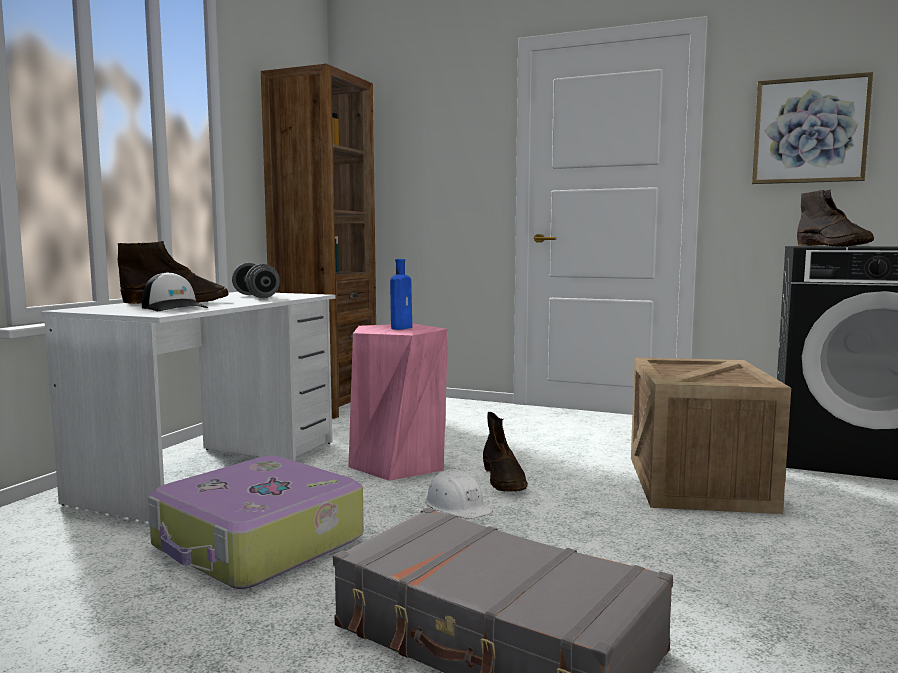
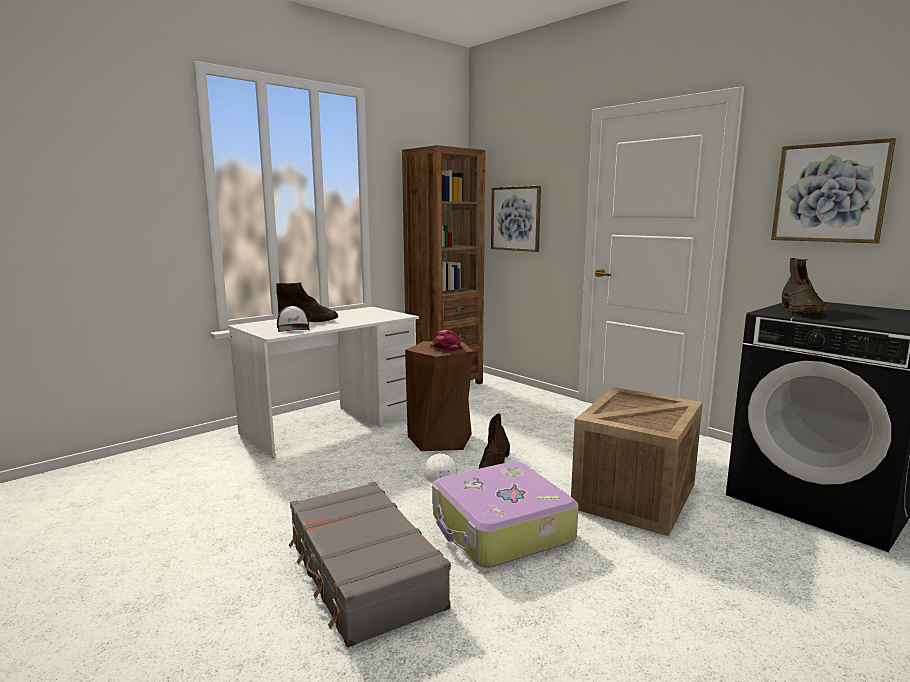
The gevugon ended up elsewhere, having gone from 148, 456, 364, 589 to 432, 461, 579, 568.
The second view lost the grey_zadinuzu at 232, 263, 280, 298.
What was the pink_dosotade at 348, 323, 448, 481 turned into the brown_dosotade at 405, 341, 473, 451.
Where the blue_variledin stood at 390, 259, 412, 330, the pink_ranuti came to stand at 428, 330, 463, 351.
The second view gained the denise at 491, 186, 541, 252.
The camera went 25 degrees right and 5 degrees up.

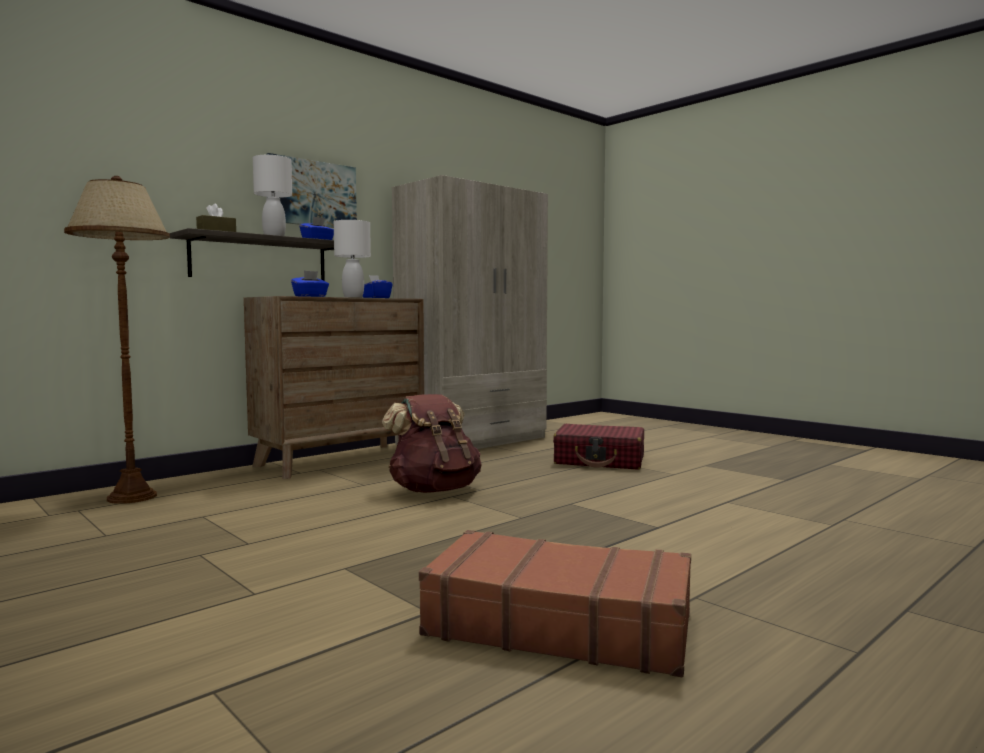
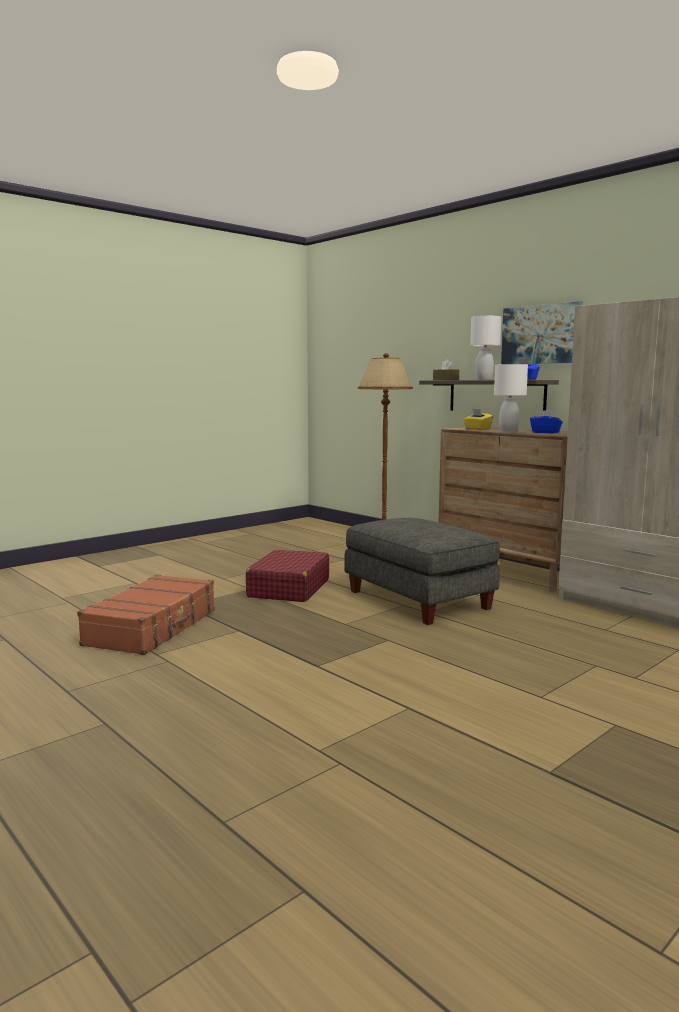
What was the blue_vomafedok at 291, 271, 329, 297 turned into the yellow_vomafedok at 463, 409, 493, 430.
Where the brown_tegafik stood at 382, 394, 481, 493, the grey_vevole came to stand at 344, 518, 500, 625.
The red_gevugon ended up elsewhere, having gone from 553, 424, 644, 470 to 246, 550, 329, 602.
The camera went 90 degrees right and 5 degrees up.

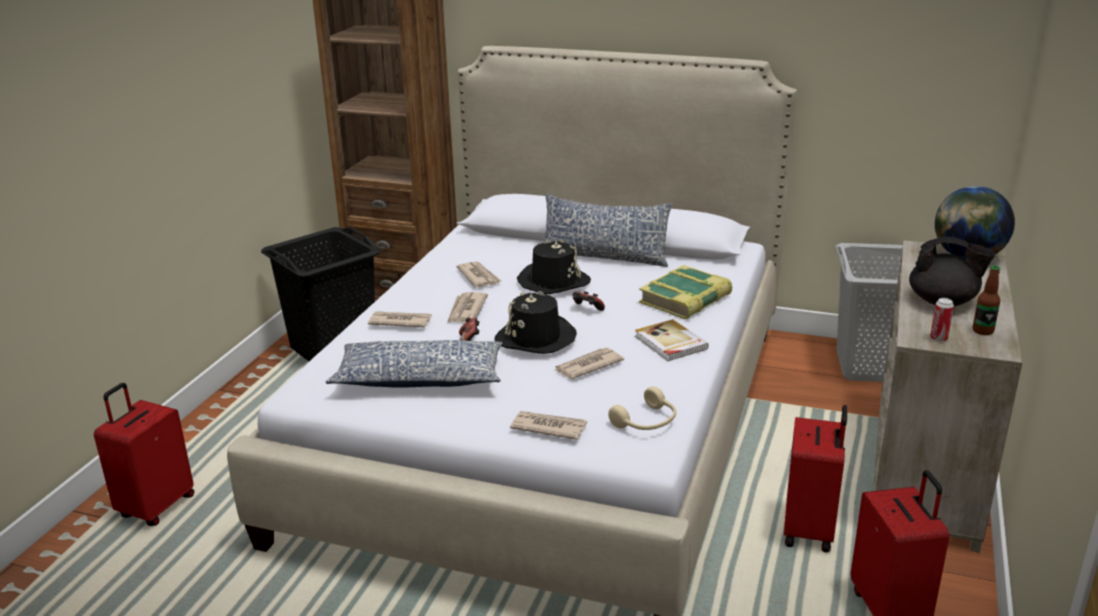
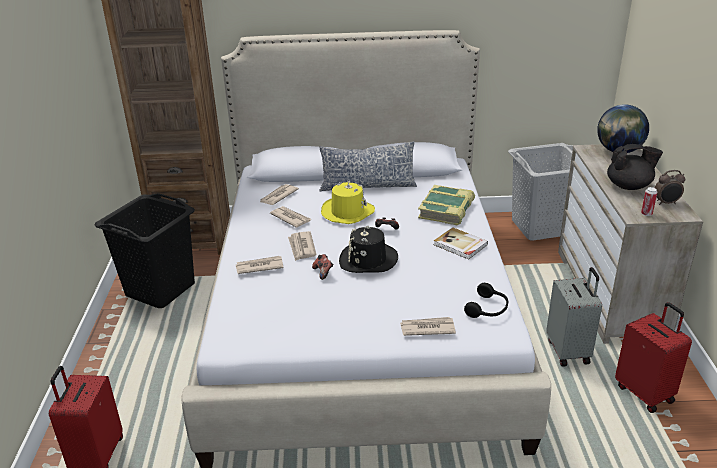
The second view lost the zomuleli at 326, 340, 502, 388.
What was the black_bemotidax at 517, 239, 591, 294 turned into the yellow_bemotidax at 321, 181, 375, 224.
The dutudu ended up elsewhere, having gone from 555, 348, 624, 379 to 260, 184, 299, 205.
What was the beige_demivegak at 608, 387, 676, 430 turned into the black_demivegak at 464, 283, 508, 318.
What was the red_gevugon at 784, 405, 847, 553 turned into the grey_gevugon at 546, 267, 602, 367.
Where the variledin stood at 973, 266, 1000, 335, the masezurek came to stand at 655, 170, 685, 205.
The camera went 20 degrees left and 5 degrees up.

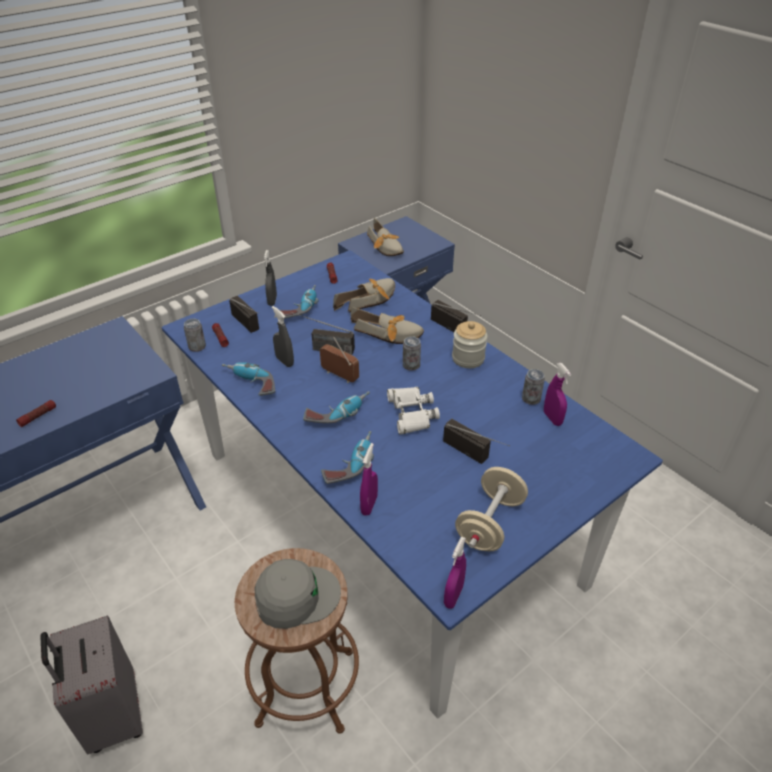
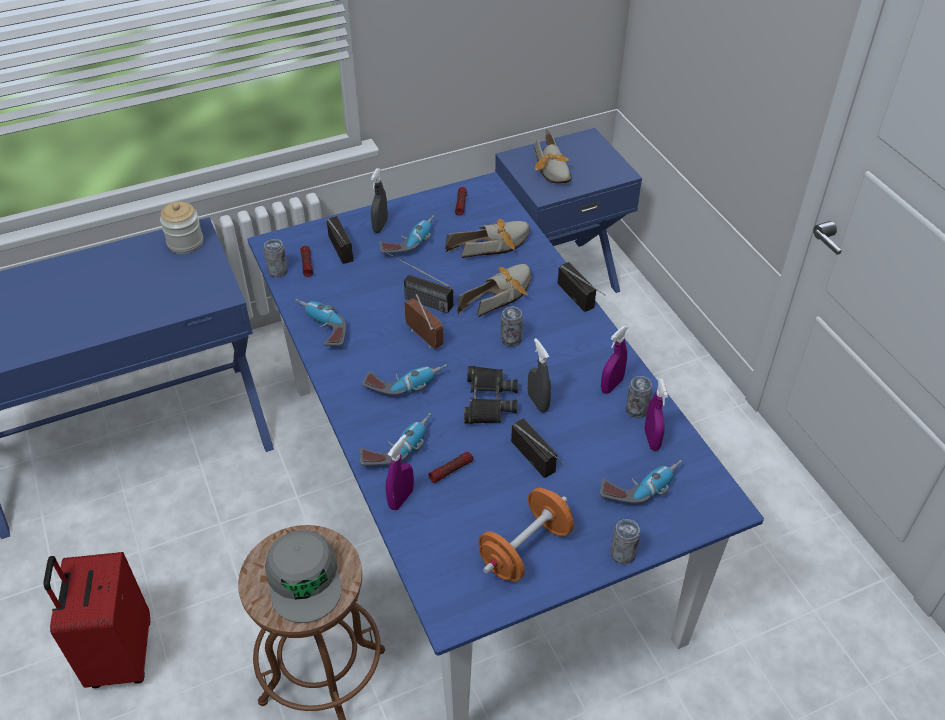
The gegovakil ended up elsewhere, having gone from 16, 400, 56, 427 to 429, 452, 473, 483.
What was the grey_gevugon at 40, 615, 143, 755 turned into the red_gevugon at 44, 552, 150, 688.
The grey_ranuti at 254, 559, 341, 629 ended up facing another way, 75 degrees clockwise from before.
The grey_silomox ended up elsewhere, having gone from 272, 306, 294, 367 to 528, 338, 551, 413.
The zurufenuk at 350, 307, 424, 344 ended up facing another way, 75 degrees counterclockwise from before.
What was the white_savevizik at 387, 387, 440, 434 turned into the black_savevizik at 464, 366, 518, 424.
The purple_silomox ended up elsewhere, having gone from 444, 537, 466, 609 to 601, 326, 628, 394.
The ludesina ended up elsewhere, having gone from 452, 321, 488, 368 to 160, 202, 203, 254.
What was the beige_zadinuzu at 455, 467, 528, 551 turned into the orange_zadinuzu at 478, 488, 574, 582.
The second view gained the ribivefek at 600, 460, 682, 503.
The second view gained the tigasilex at 610, 519, 640, 564.
The camera went 15 degrees right and 5 degrees up.

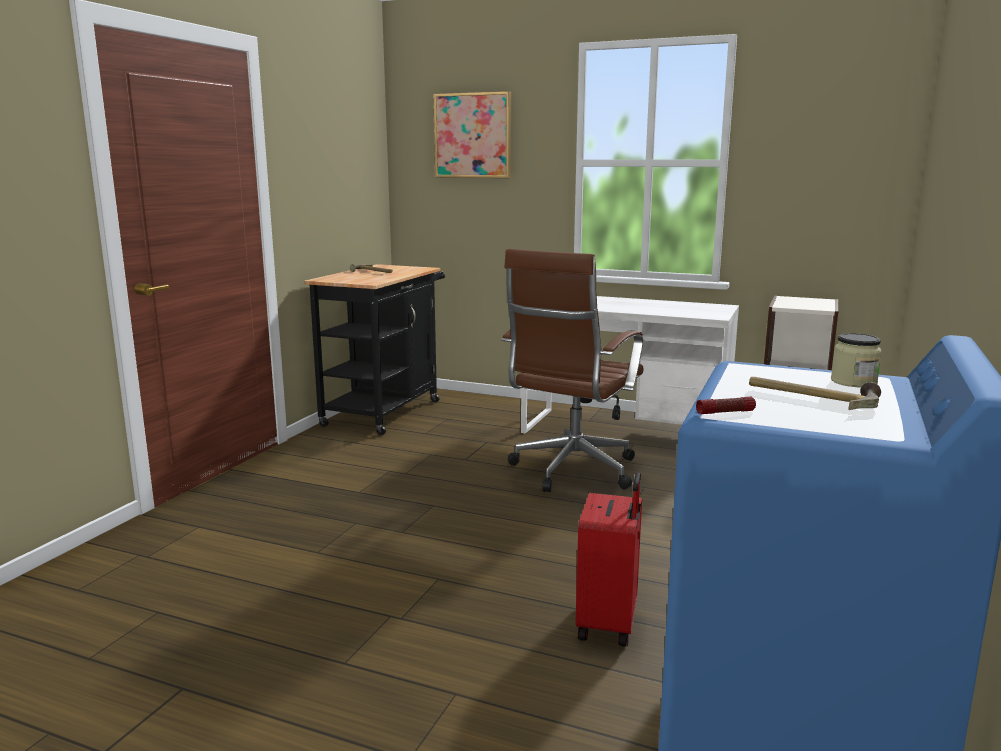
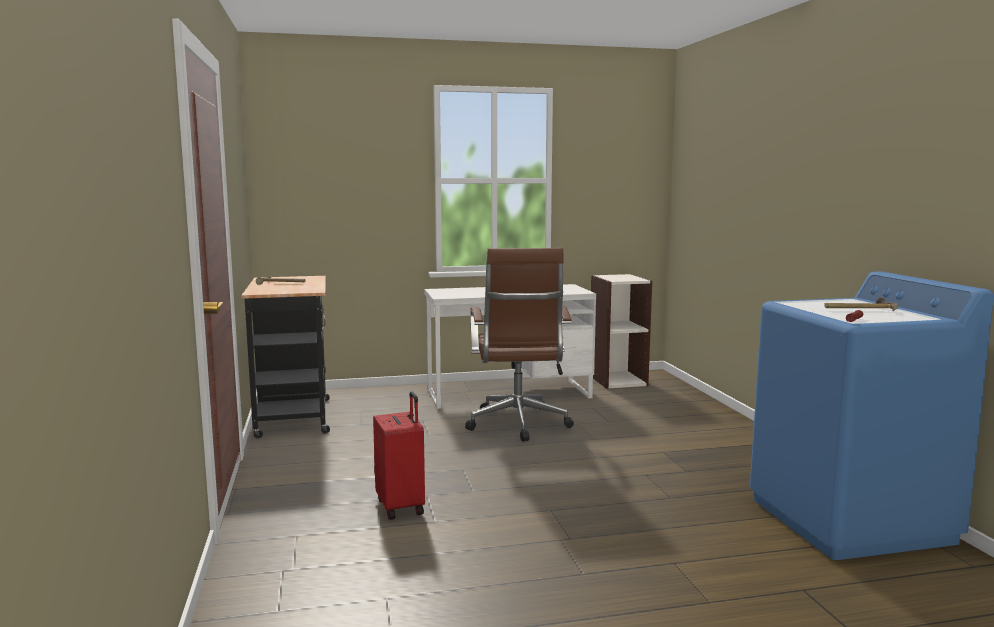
The second view lost the denise at 433, 91, 511, 178.
The red_gevugon ended up elsewhere, having gone from 576, 472, 642, 647 to 373, 392, 425, 520.
The second view lost the ludesina at 831, 333, 882, 388.
The camera went 35 degrees left and 5 degrees down.

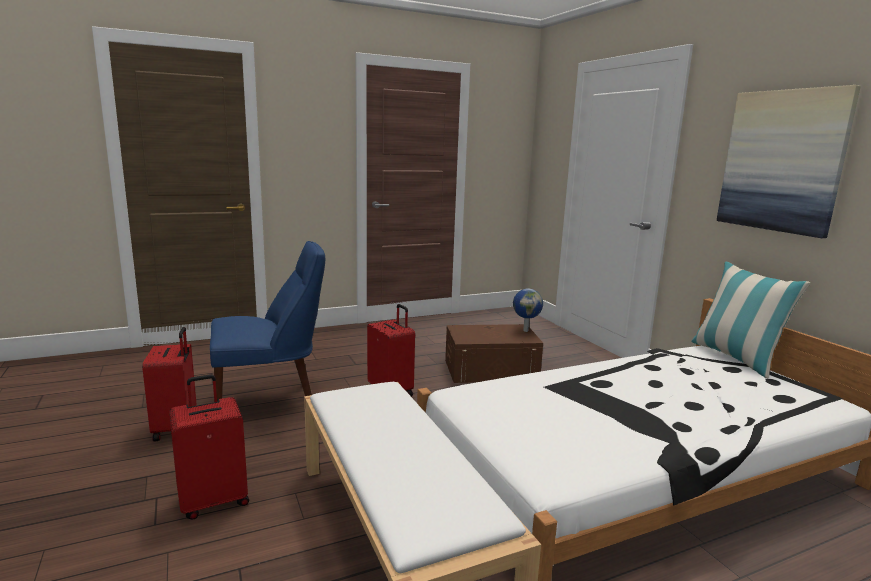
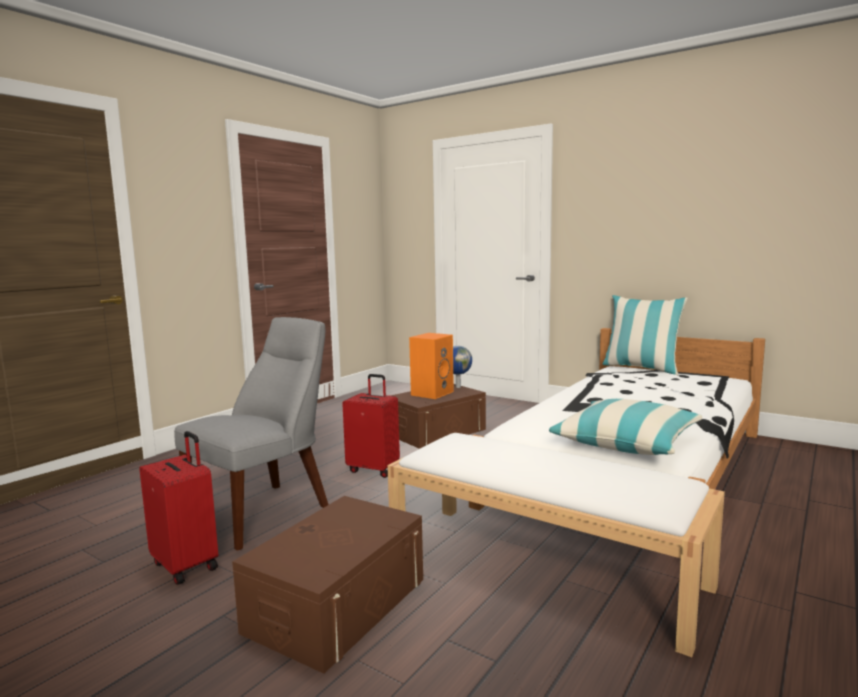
Where the red_gevugon stood at 169, 374, 249, 520, the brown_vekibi came to stand at 232, 496, 423, 674.
What was the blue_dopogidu at 210, 241, 325, 402 turned into the grey_dopogidu at 174, 317, 329, 551.
The second view lost the denise at 717, 85, 861, 238.
The second view gained the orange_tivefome at 409, 333, 454, 399.
The second view gained the zomuleli at 549, 399, 702, 455.
The camera went 30 degrees left and 5 degrees down.

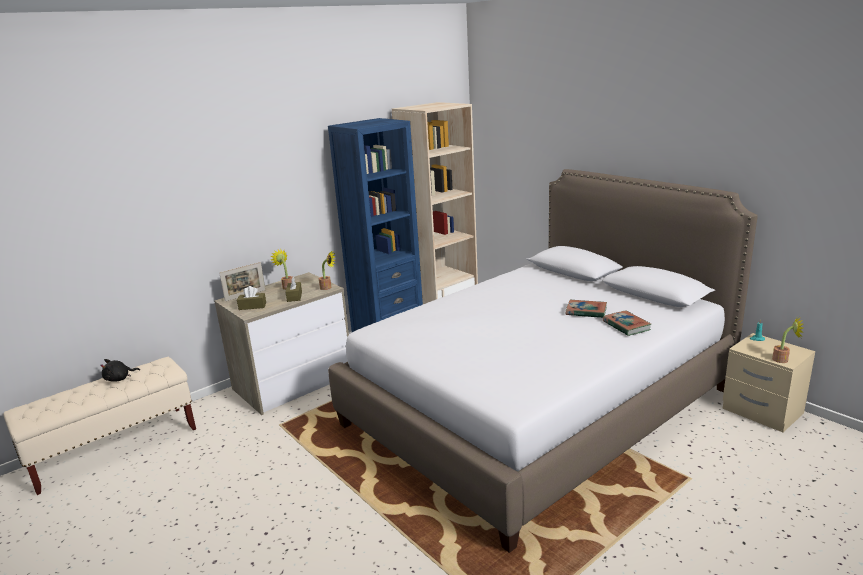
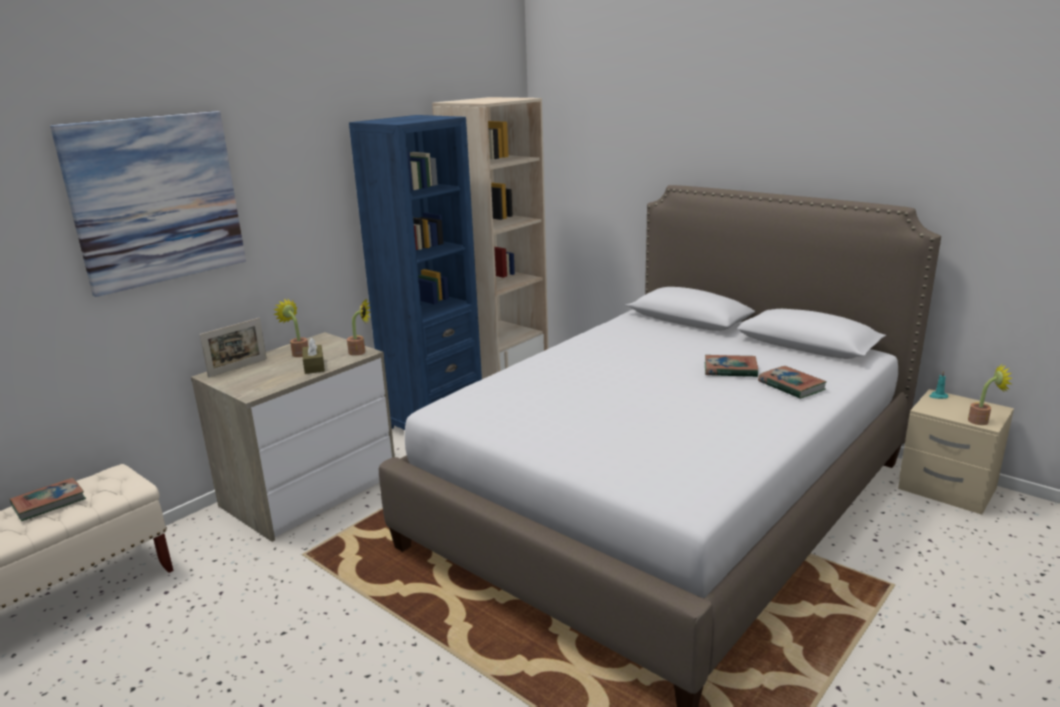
Where the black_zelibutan stood at 100, 359, 140, 382, the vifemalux came to stand at 10, 477, 86, 521.
The second view lost the brown_vomafedok at 237, 286, 266, 310.
The second view gained the denise at 50, 111, 246, 297.
The camera went 10 degrees left and 0 degrees up.

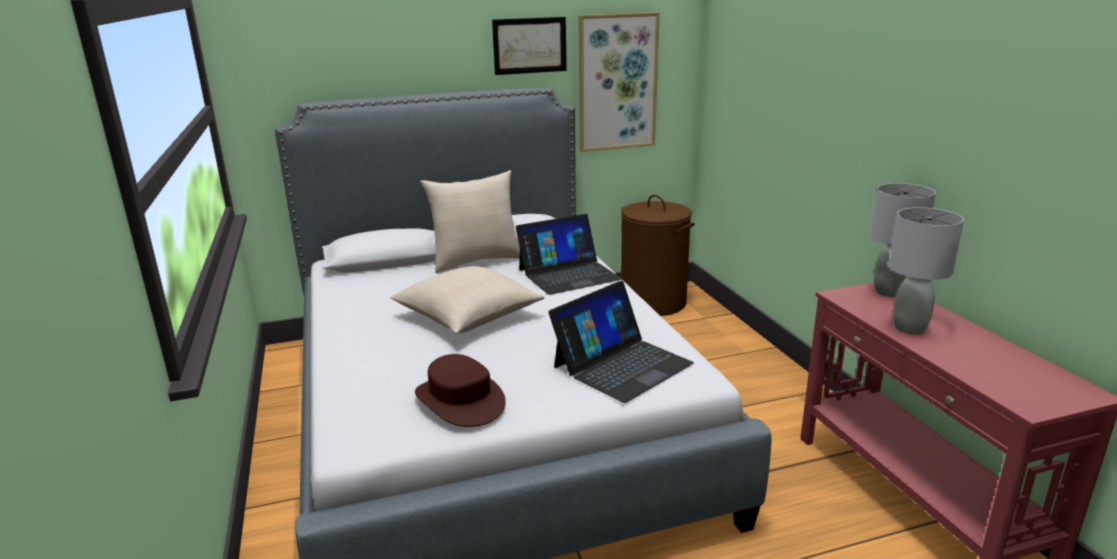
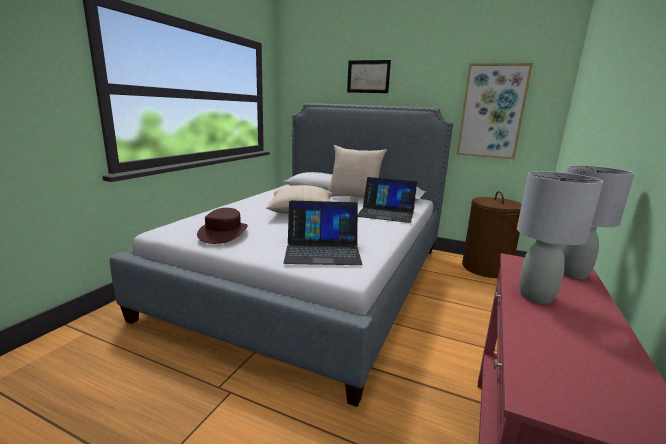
The denise ended up elsewhere, having gone from 492, 17, 567, 75 to 347, 60, 391, 93.
The camera went 40 degrees right and 5 degrees down.

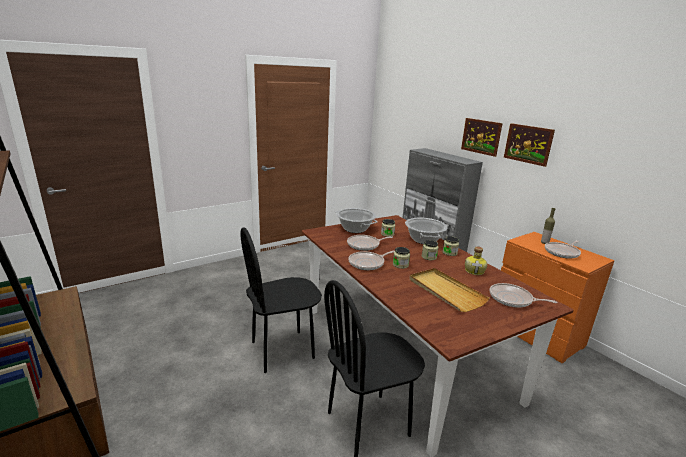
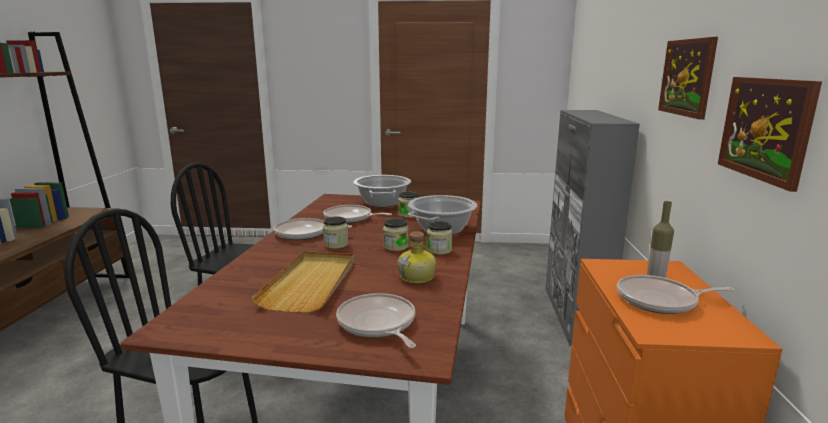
The denise ended up elsewhere, having gone from 461, 118, 503, 157 to 718, 77, 822, 192.
The camera went 40 degrees right and 5 degrees down.

